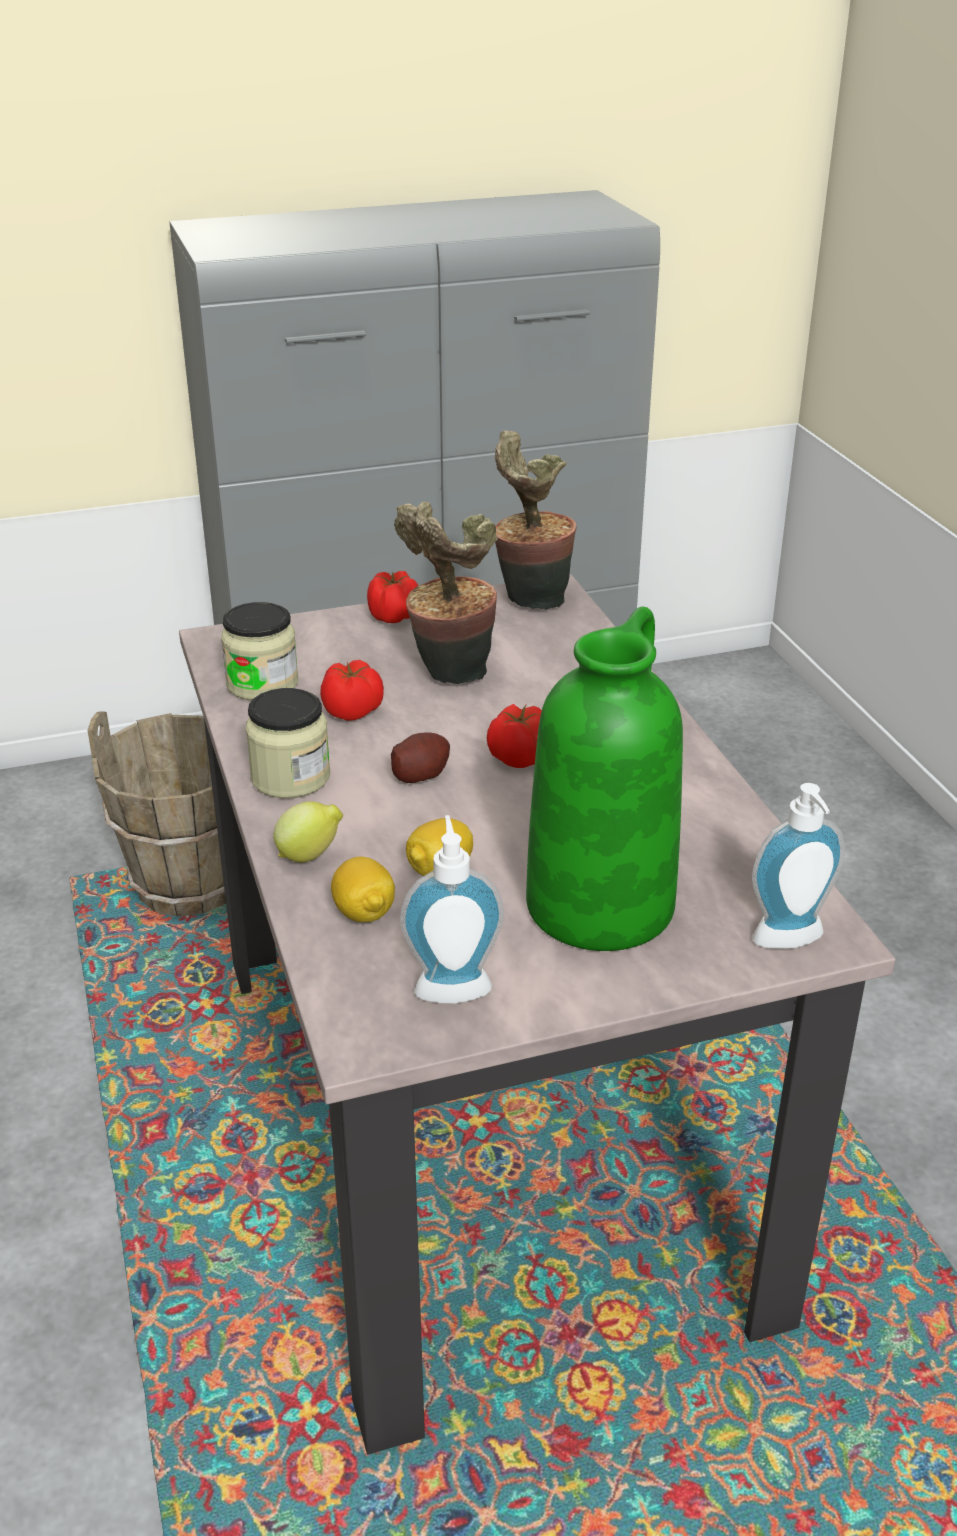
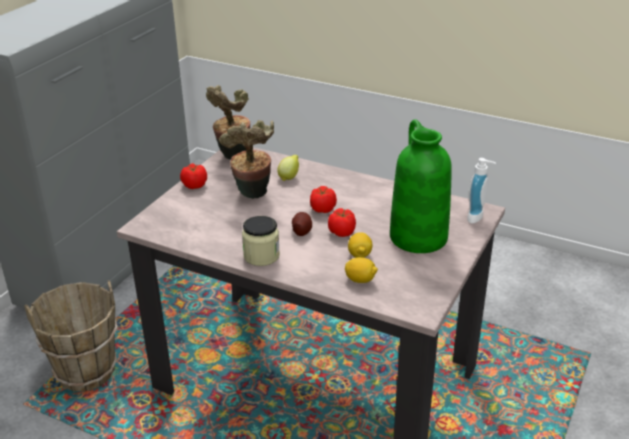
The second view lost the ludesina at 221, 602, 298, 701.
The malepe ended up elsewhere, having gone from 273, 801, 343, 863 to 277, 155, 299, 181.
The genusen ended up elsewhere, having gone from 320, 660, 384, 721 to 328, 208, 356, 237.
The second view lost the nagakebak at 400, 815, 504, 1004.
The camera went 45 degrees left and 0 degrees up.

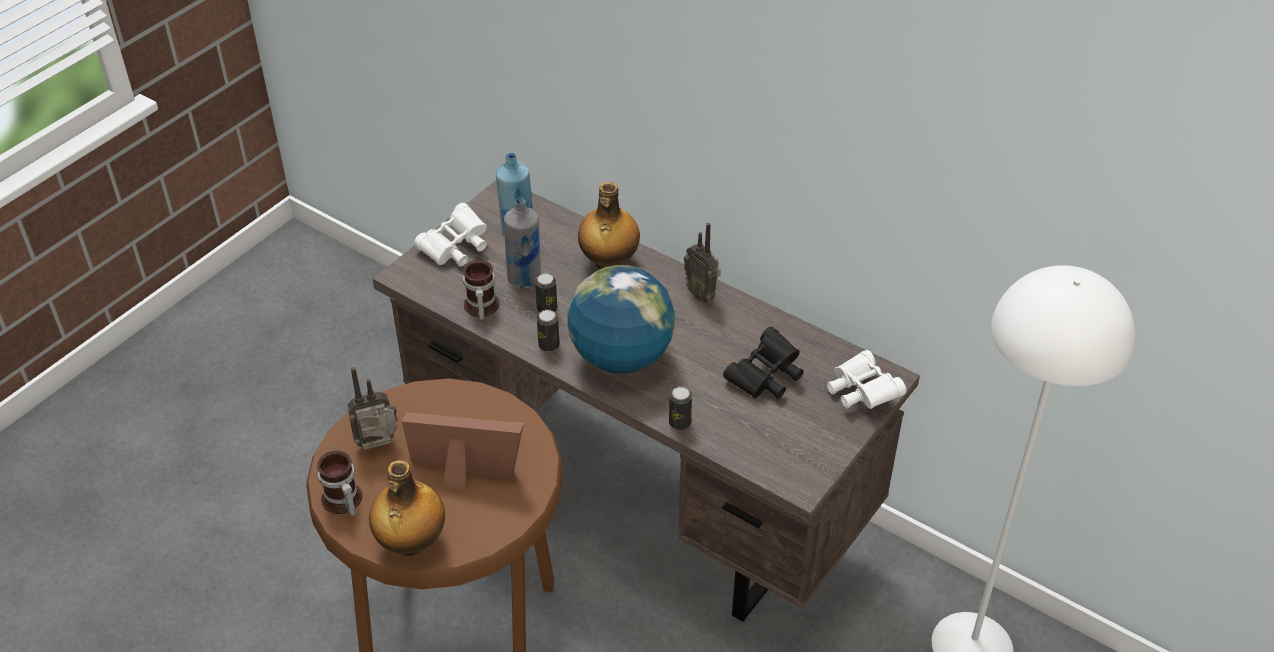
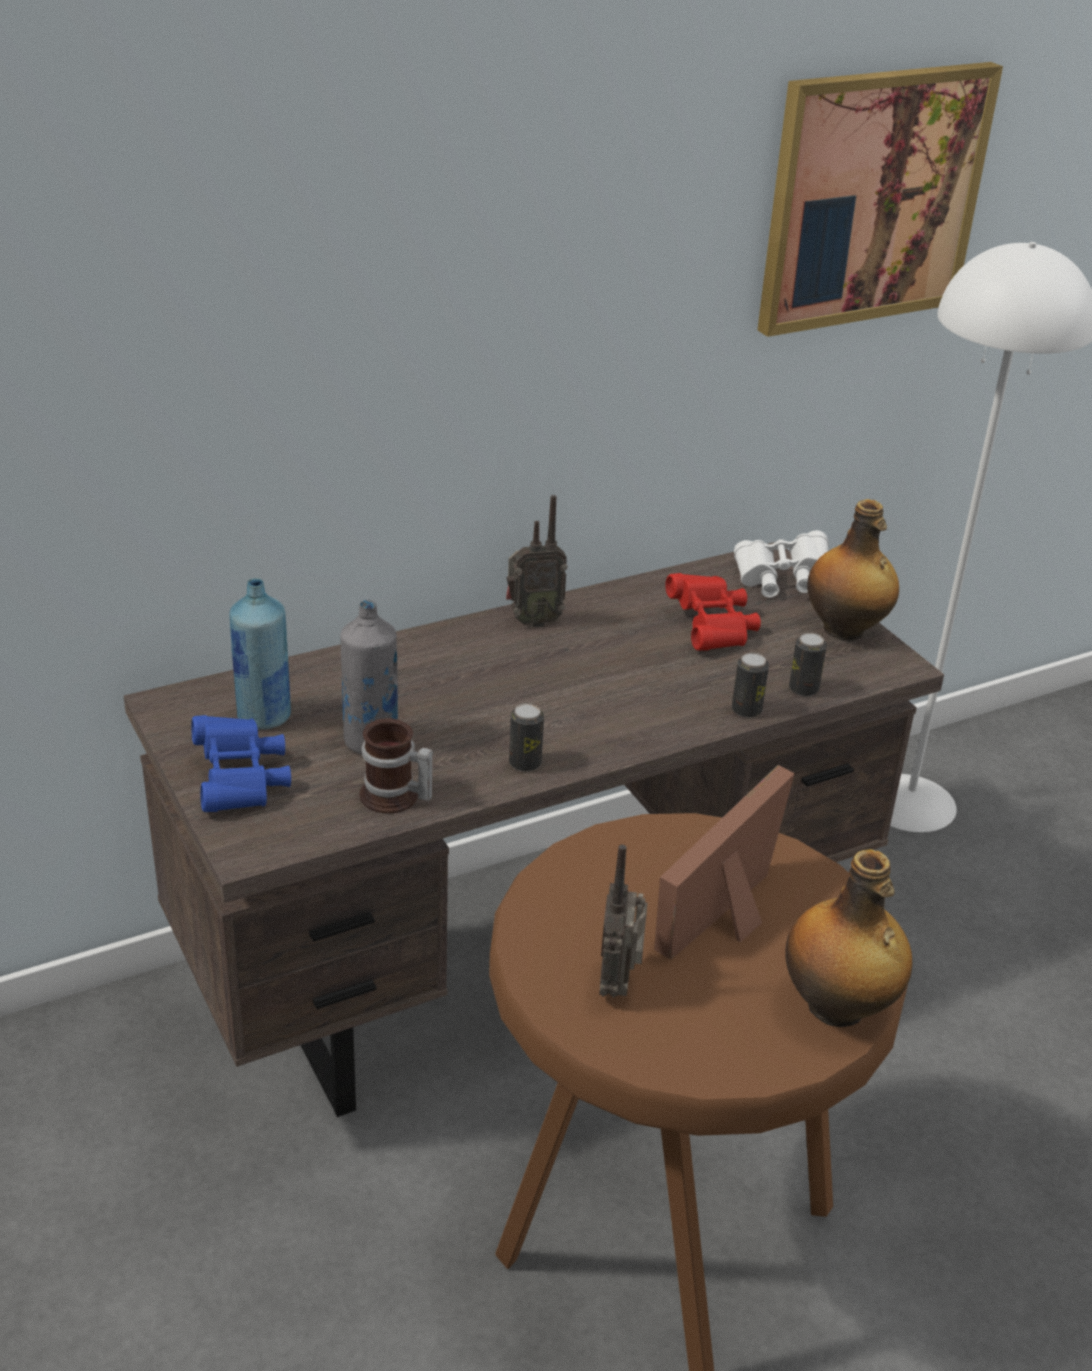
The second view lost the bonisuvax at 317, 451, 362, 516.
What was the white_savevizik at 414, 203, 487, 266 turned into the blue_savevizik at 191, 715, 291, 812.
The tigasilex ended up elsewhere, having gone from 535, 273, 557, 312 to 789, 633, 827, 696.
The second view lost the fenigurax at 567, 265, 675, 374.
The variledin ended up elsewhere, having gone from 578, 182, 640, 269 to 807, 499, 899, 641.
What was the black_savevizik at 723, 327, 804, 399 turned into the red_savevizik at 665, 573, 761, 651.
The second view gained the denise at 757, 62, 1003, 337.
The camera went 65 degrees left and 10 degrees down.

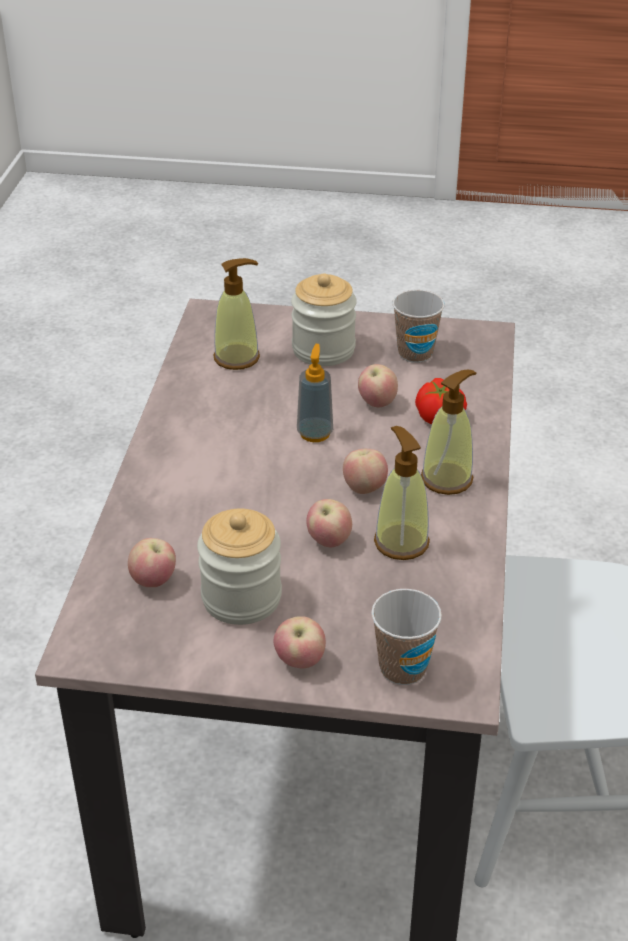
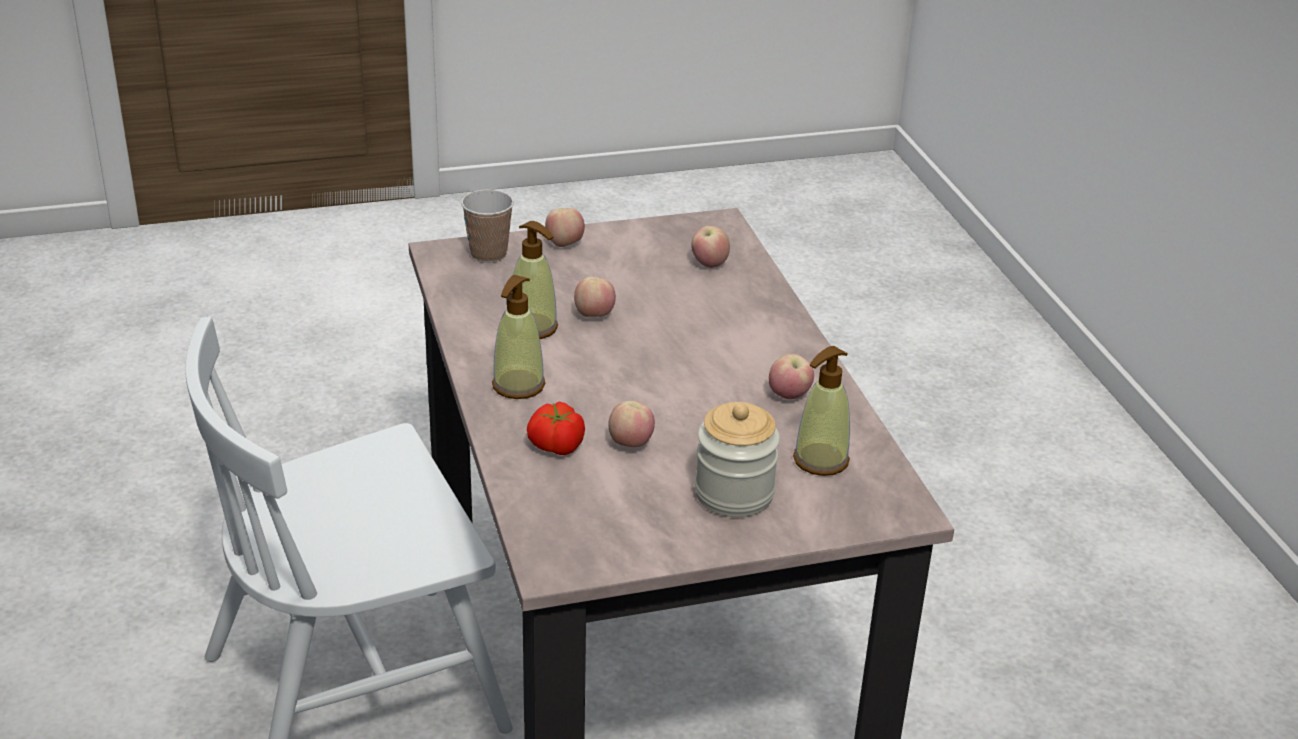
The second view lost the ludesina at 197, 509, 282, 625.
The second view lost the nagakebak at 297, 344, 333, 442.
The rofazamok ended up elsewhere, having gone from 343, 449, 388, 494 to 769, 354, 814, 399.
The second view lost the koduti at 392, 290, 445, 363.
The camera went 155 degrees right and 5 degrees down.

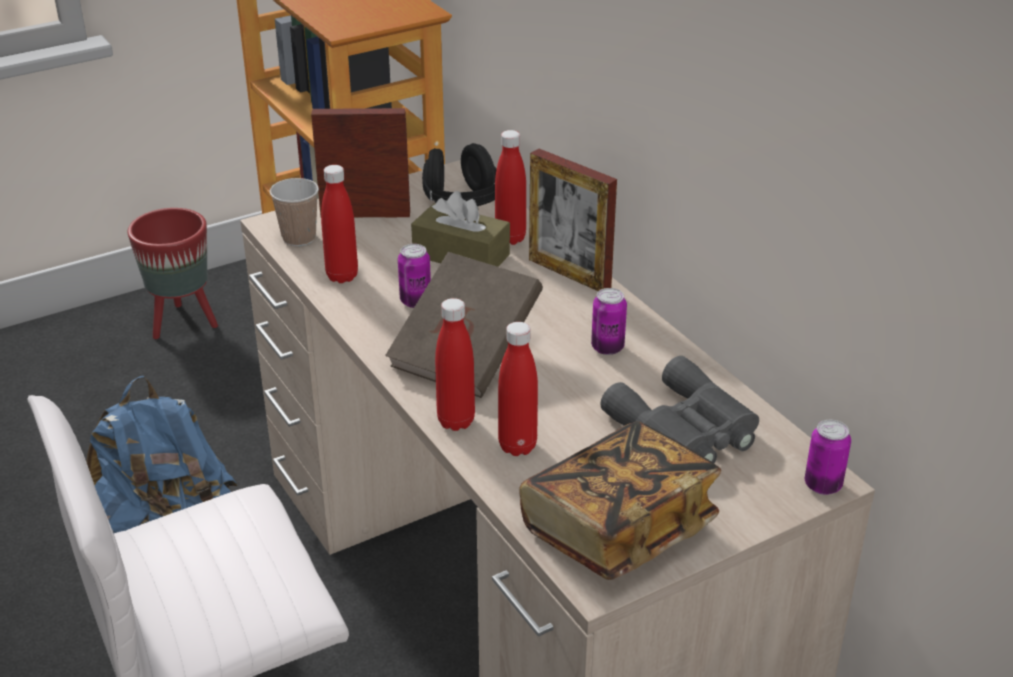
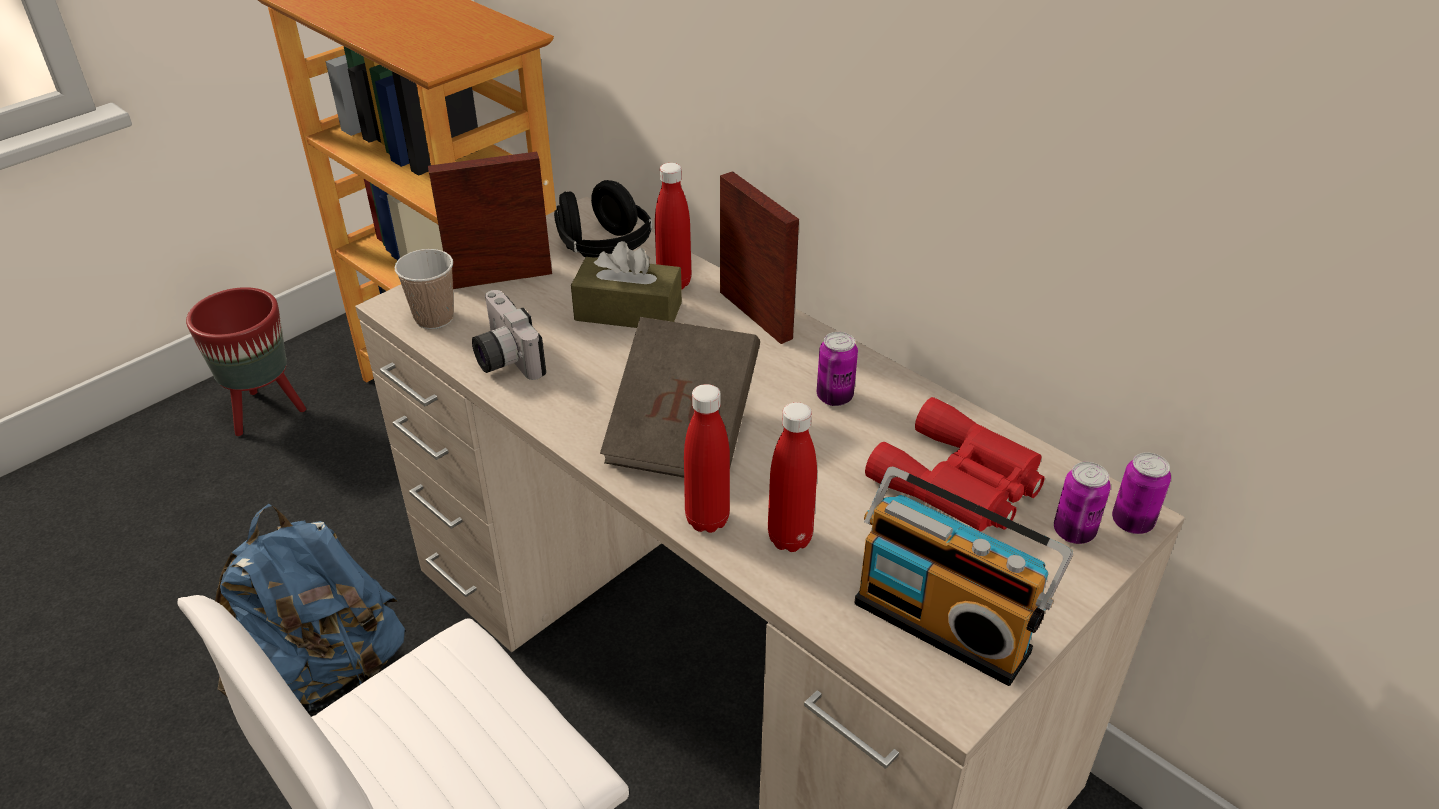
Where the red_variledin stood at 321, 165, 358, 283, the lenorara came to stand at 472, 290, 546, 380.
The tigasilex ended up elsewhere, having gone from 398, 244, 431, 308 to 1054, 462, 1111, 544.
Where the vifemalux stood at 519, 422, 721, 580, the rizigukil came to stand at 854, 466, 1073, 686.
The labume at 529, 149, 617, 291 ended up facing another way, 150 degrees counterclockwise from before.
What was the grey_savevizik at 600, 356, 759, 463 turned into the red_savevizik at 865, 397, 1045, 532.
The camera went 15 degrees left and 5 degrees up.

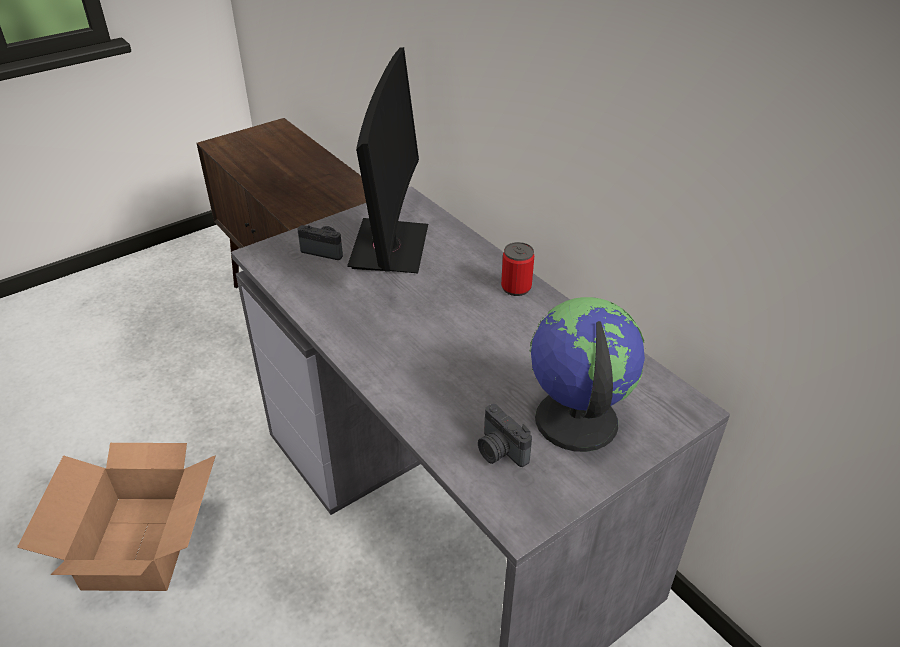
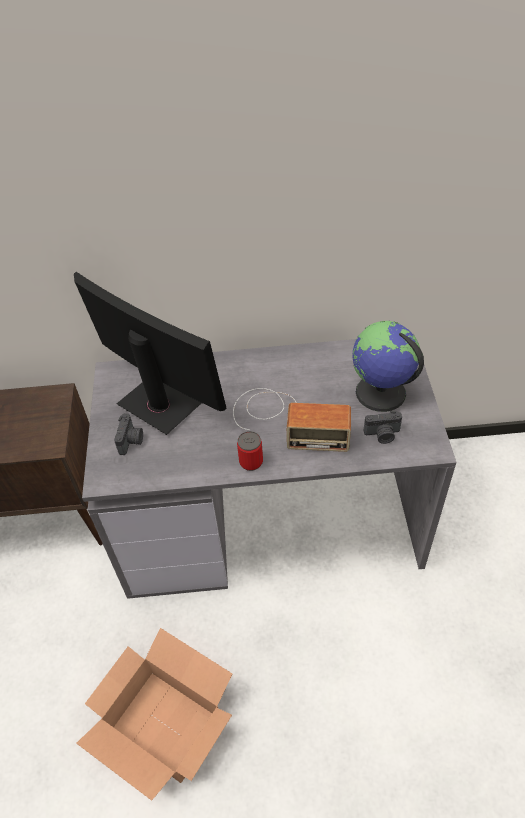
The lenorara at 297, 225, 343, 260 ended up facing another way, 135 degrees clockwise from before.
The tigasilex ended up elsewhere, having gone from 501, 242, 534, 296 to 237, 431, 263, 471.
The second view gained the rizigukil at 233, 388, 351, 452.
The camera went 55 degrees left and 10 degrees up.

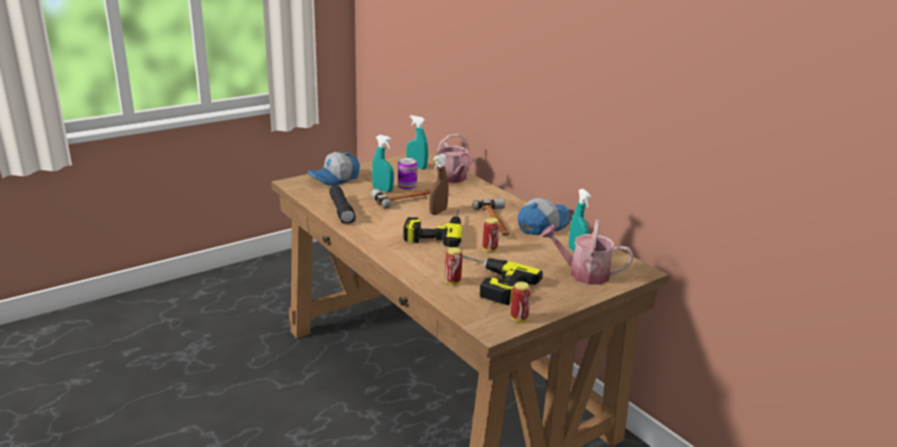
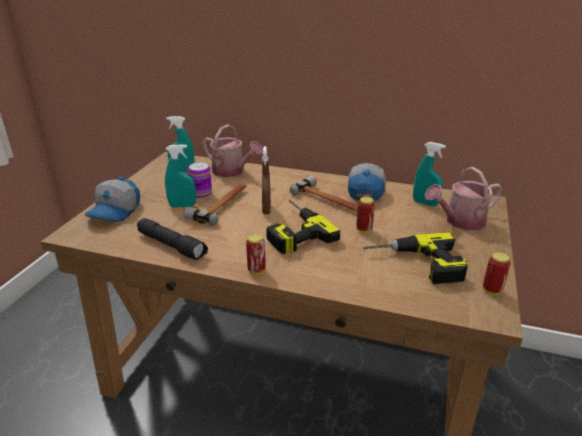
The tigasilex ended up elsewhere, having gone from 445, 247, 463, 285 to 246, 234, 266, 274.
The camera went 35 degrees left and 5 degrees up.

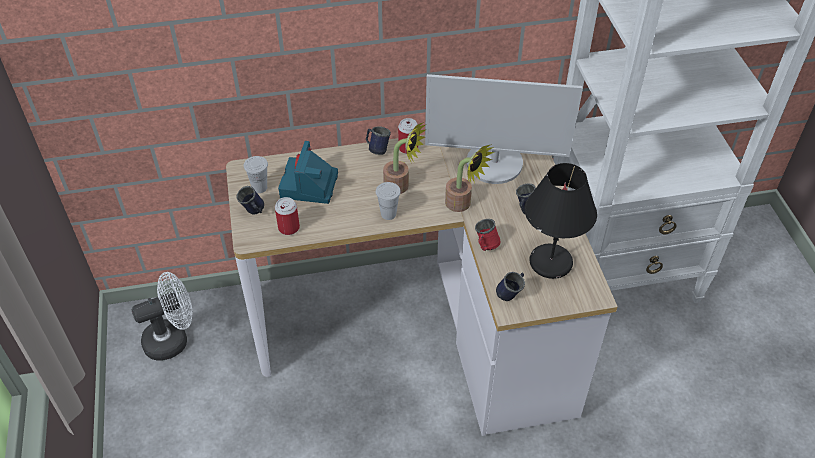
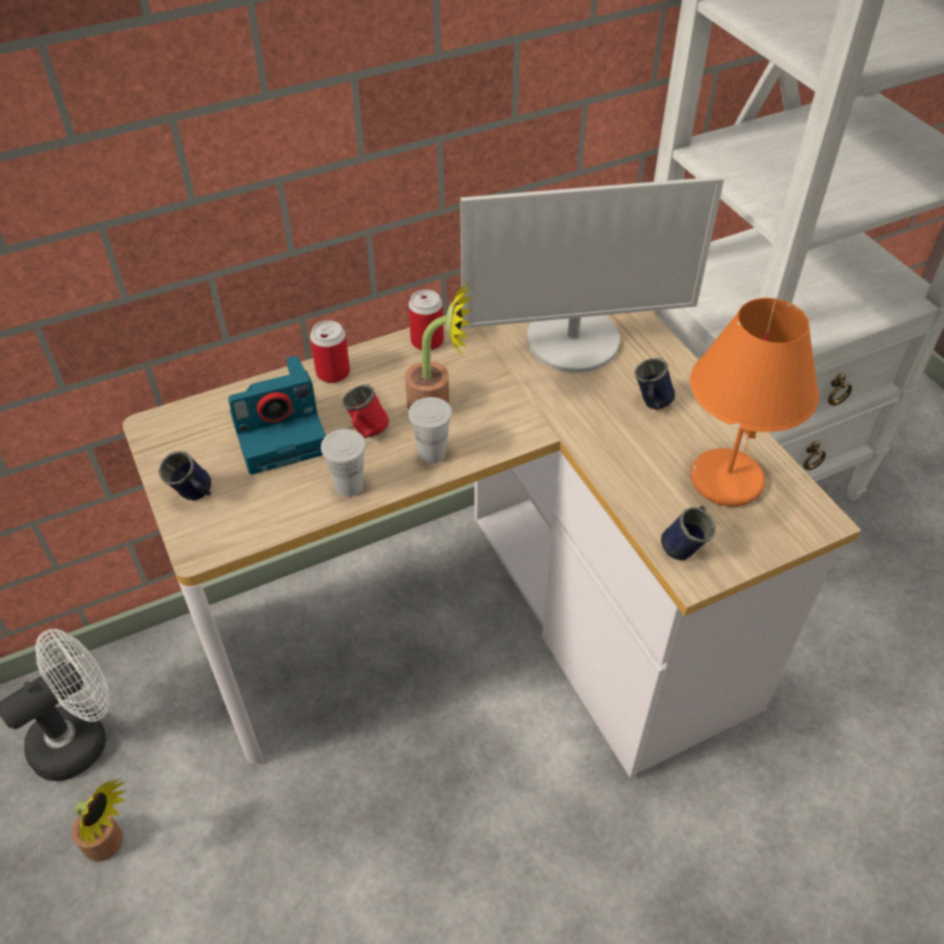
The white_koduti ended up elsewhere, having gone from 244, 156, 268, 193 to 321, 429, 366, 497.
The tigasilex ended up elsewhere, having gone from 275, 197, 300, 235 to 310, 320, 350, 383.
The lenorara at 278, 141, 338, 204 ended up facing another way, 105 degrees counterclockwise from before.
The second view lost the blue_bonisuvax at 366, 126, 391, 155.
The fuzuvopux ended up elsewhere, having gone from 445, 144, 495, 212 to 71, 778, 127, 862.
The red_bonisuvax ended up elsewhere, having gone from 475, 219, 501, 251 to 342, 385, 389, 438.
What was the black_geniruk at 524, 163, 597, 279 turned into the orange_geniruk at 690, 298, 819, 506.
The camera went 15 degrees left and 0 degrees up.

